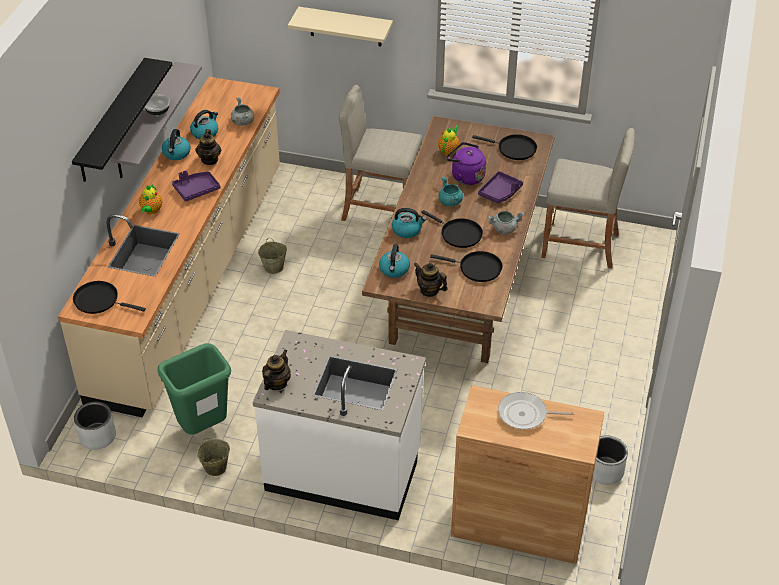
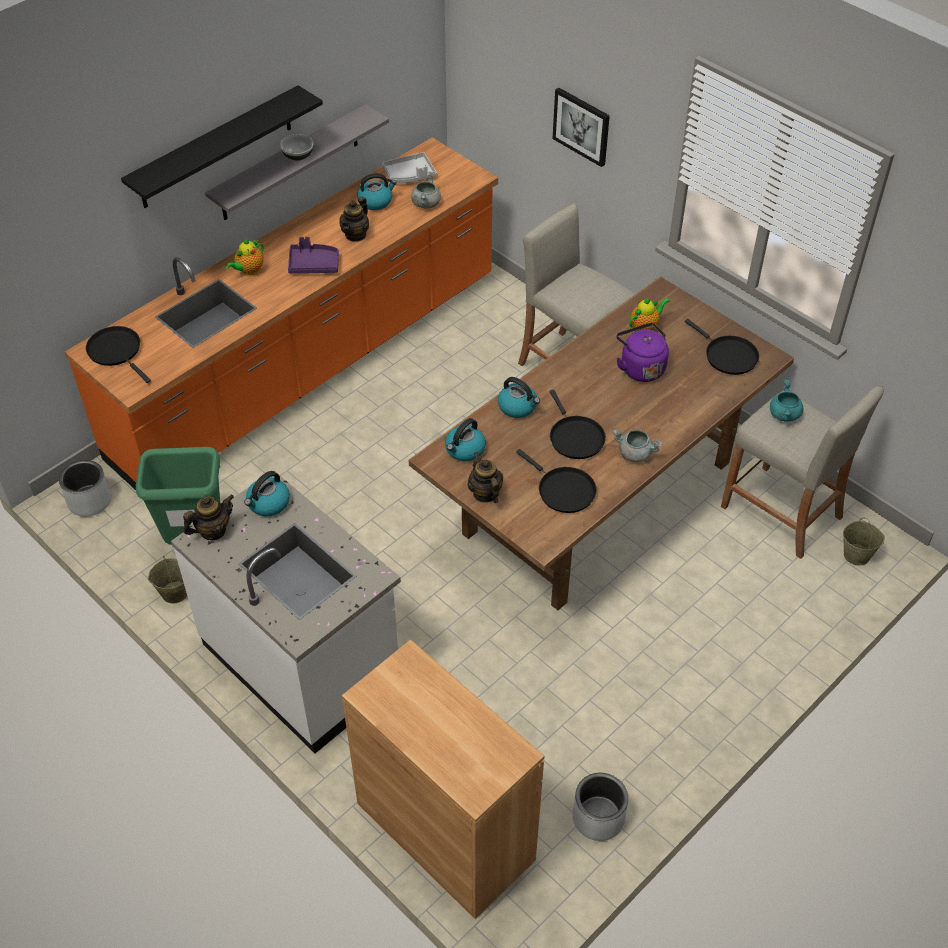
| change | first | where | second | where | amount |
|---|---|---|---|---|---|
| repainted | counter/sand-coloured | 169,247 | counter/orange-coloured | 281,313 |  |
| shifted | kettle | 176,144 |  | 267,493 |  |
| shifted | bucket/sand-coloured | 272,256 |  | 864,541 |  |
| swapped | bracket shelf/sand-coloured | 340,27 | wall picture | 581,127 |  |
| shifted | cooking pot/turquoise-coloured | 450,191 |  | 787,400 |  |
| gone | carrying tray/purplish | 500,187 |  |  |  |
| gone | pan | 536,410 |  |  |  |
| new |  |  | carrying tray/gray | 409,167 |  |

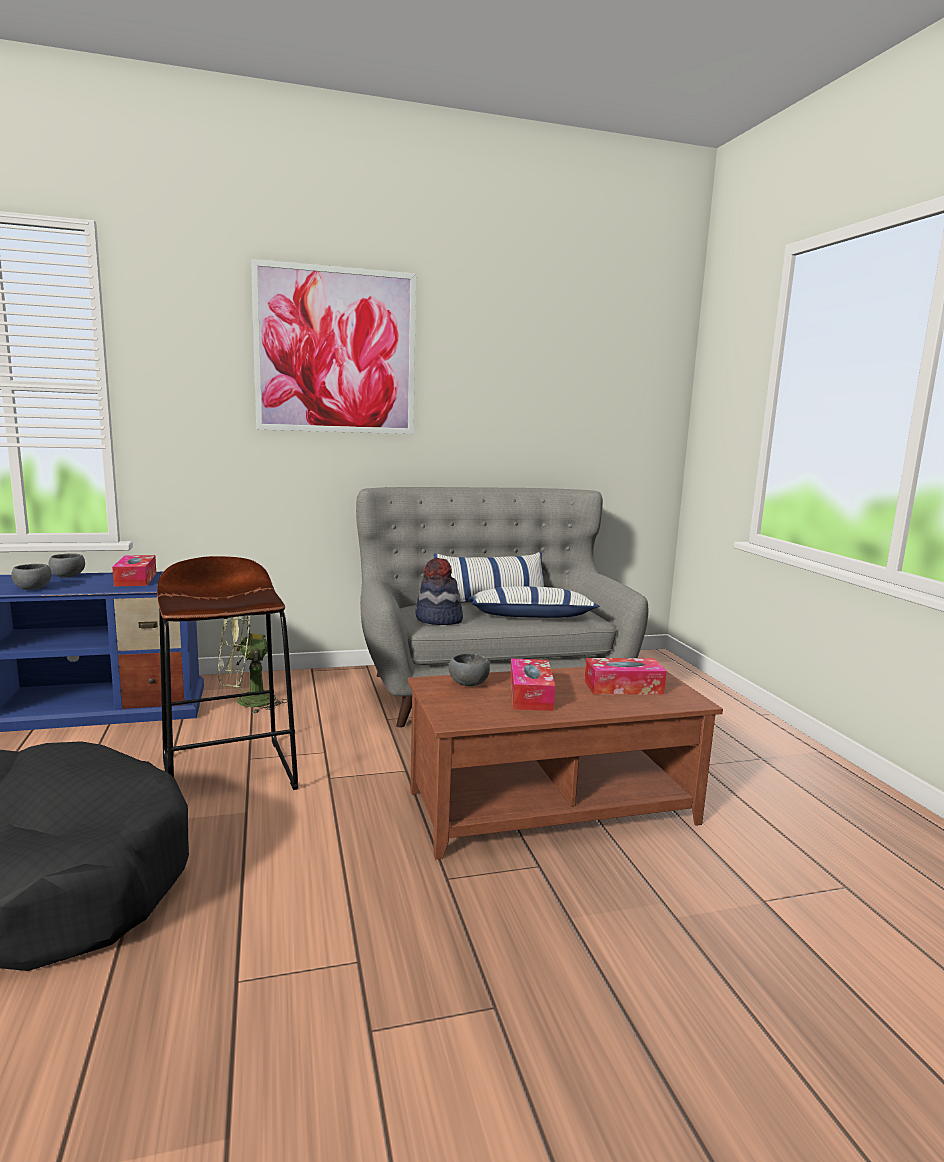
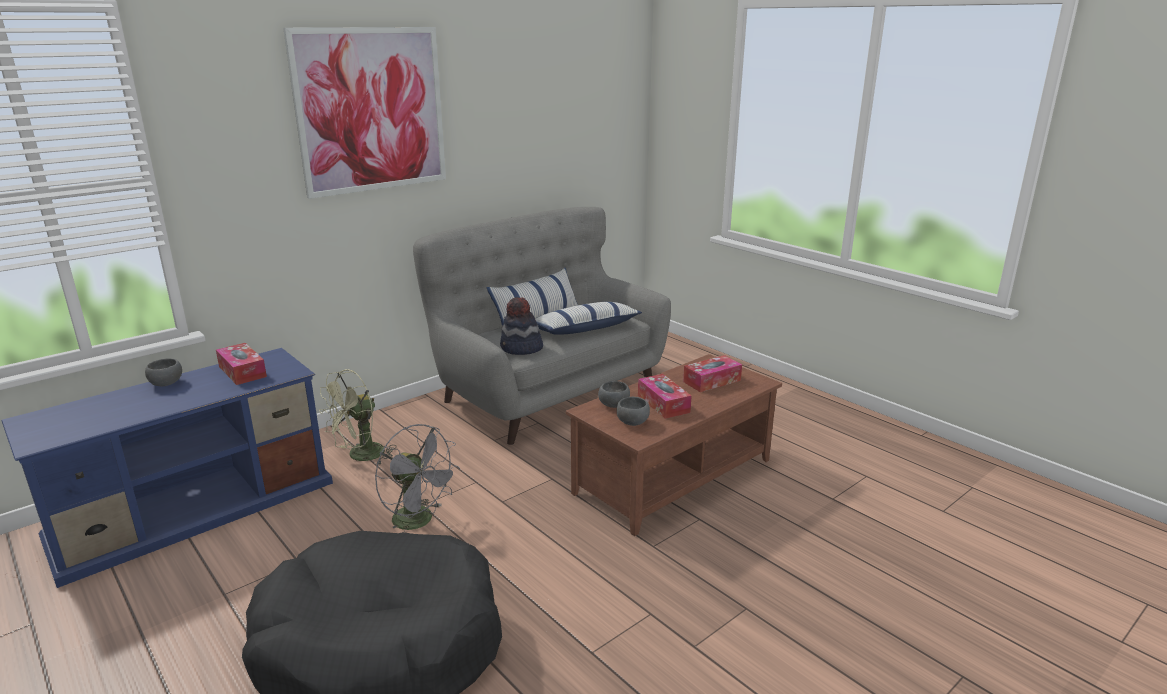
| change | first | where | second | where | amount |
|---|---|---|---|---|---|
| shifted | deep dish/gray | 31,577 |  | 633,411 |  |
| swapped | sitting stool/brown | 227,673 | fan/gray | 417,477 |  |

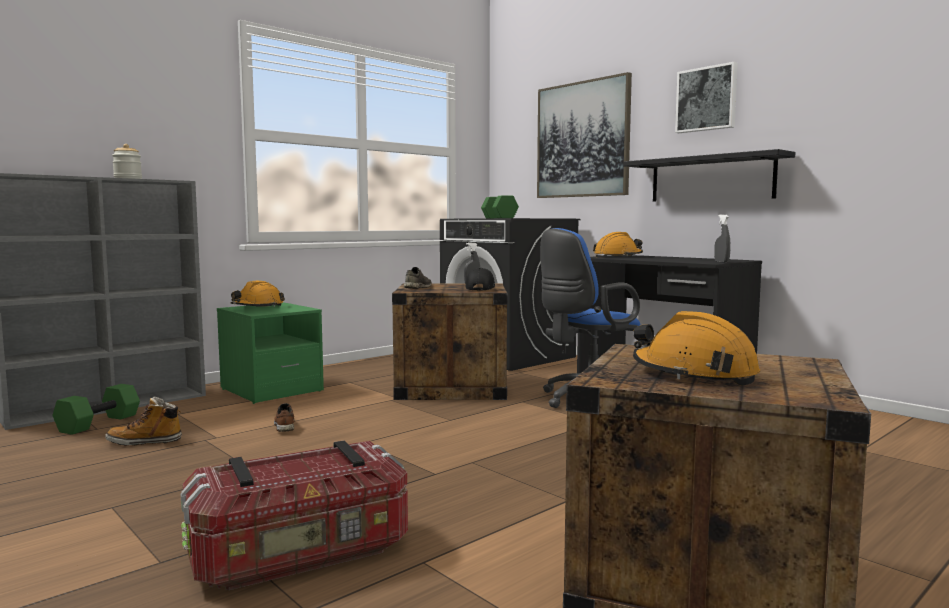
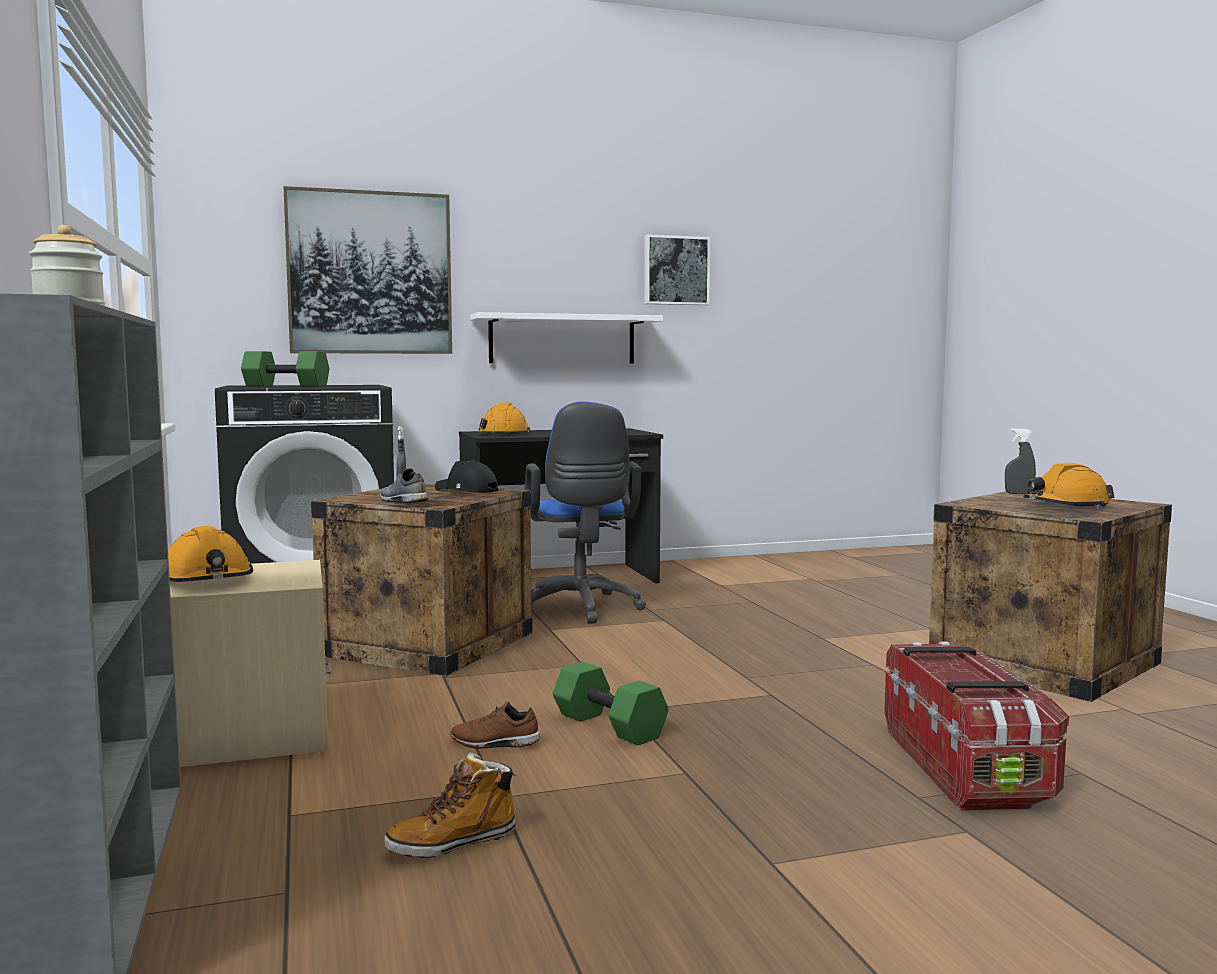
| change | first | where | second | where | amount |
|---|---|---|---|---|---|
| shifted | dumbbell/green | 96,409 |  | 611,703 |  |
| rotated | high-top boot | 143,421 |  | 450,805 | 45 degrees clockwise |
| repainted | nightstand/green | 270,353 | nightstand/sand-coloured | 250,663 |  |
| repainted | bracket shelf/black-coloured | 709,175 | bracket shelf/white-coloured | 566,338 |  |
| shifted | wall picture | 706,97 |  | 677,269 |  |
| shifted | spray bottle/gray | 722,239 |  | 1020,461 |  |

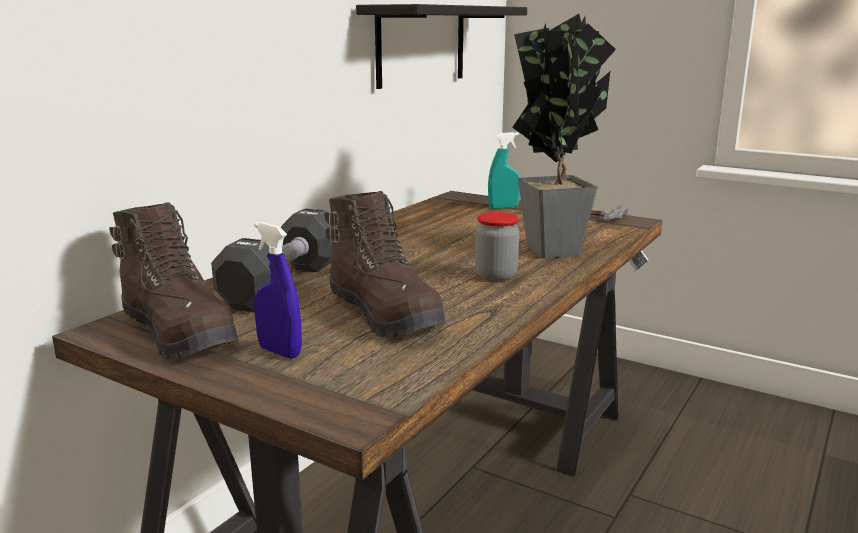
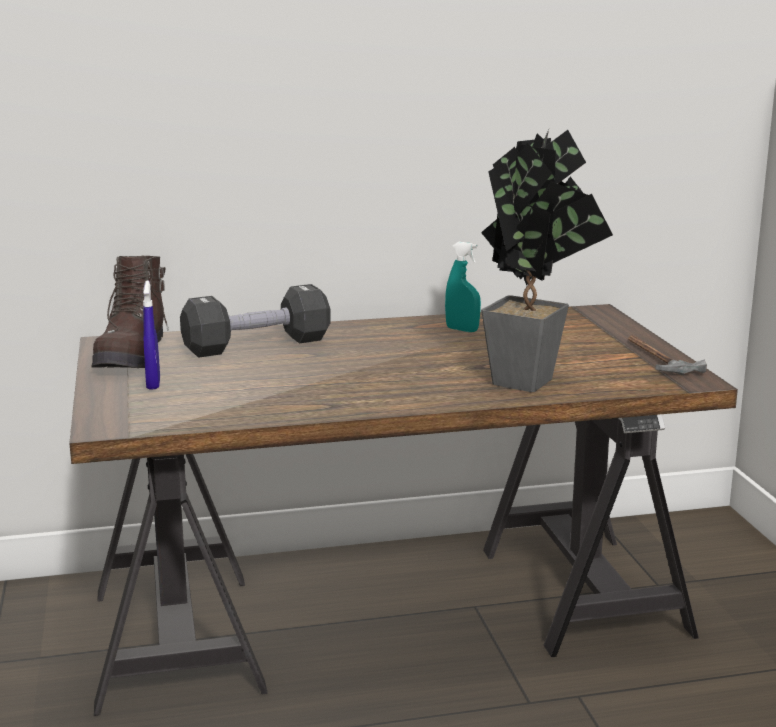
| change | first | where | second | where | amount |
|---|---|---|---|---|---|
| gone | high-top boot/brown | 385,264 |  |  |  |
| gone | bracket shelf/black-coloured | 441,46 |  |  |  |
| gone | storage jar | 497,246 |  |  |  |
| shifted | spray bottle/turquoise-coloured | 504,170 |  | 463,287 |  |

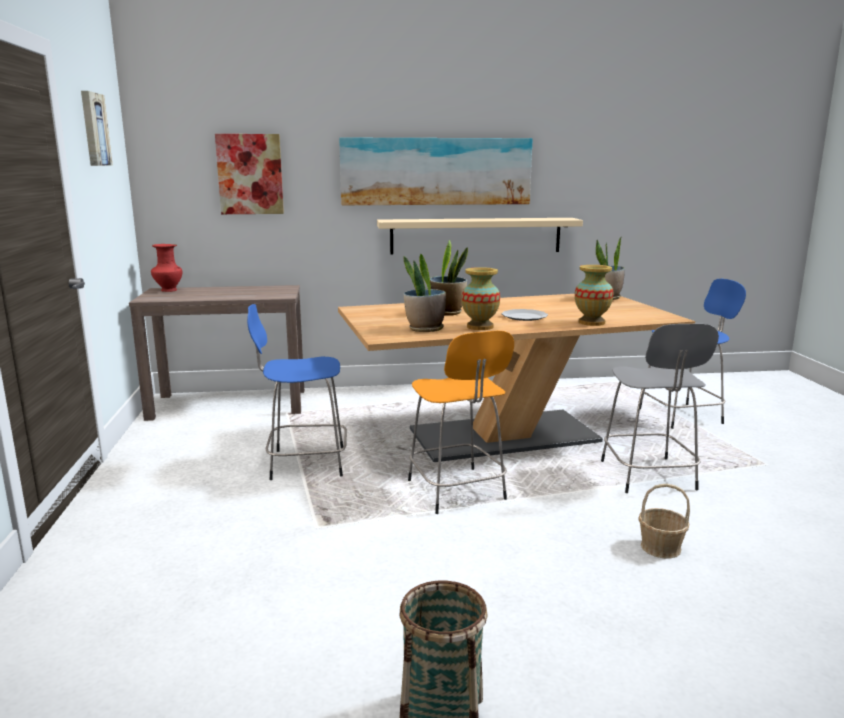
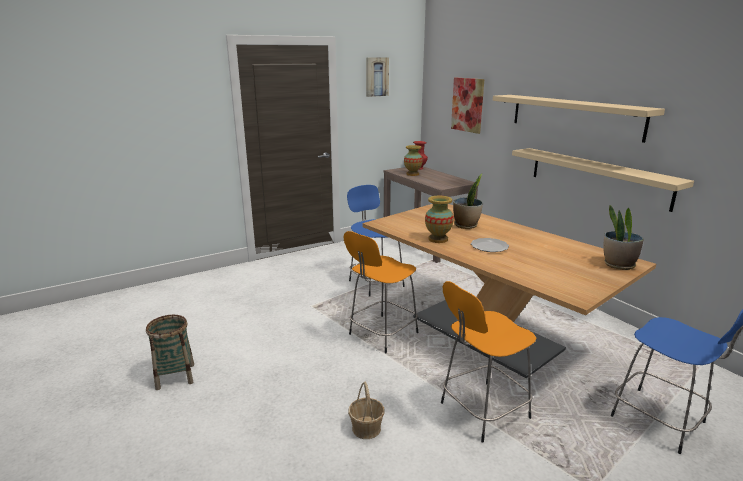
| change | first | where | second | where | amount |
|---|---|---|---|---|---|
| swapped | wall picture | 435,171 | bracket shelf/sand-coloured | 579,119 |  |
| gone | potted plant | 424,293 |  |  |  |
| shifted | vase | 594,295 |  | 413,160 |  |
| repainted | sitting stool/gray | 660,408 | sitting stool/orange-coloured | 488,362 |  |

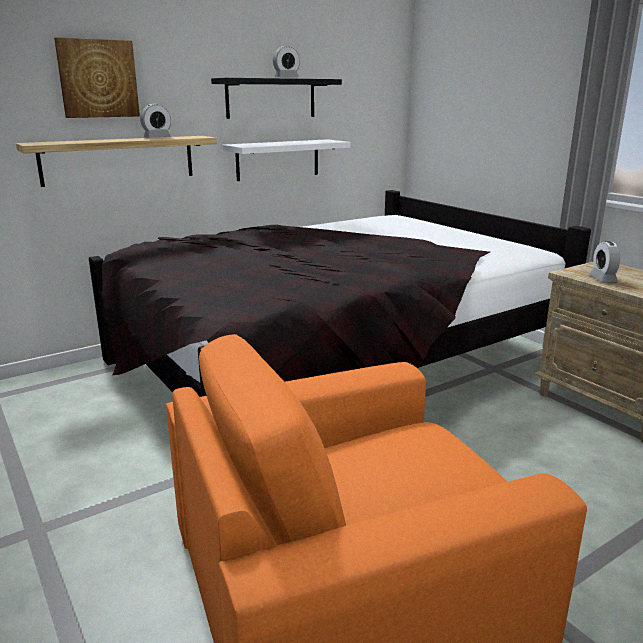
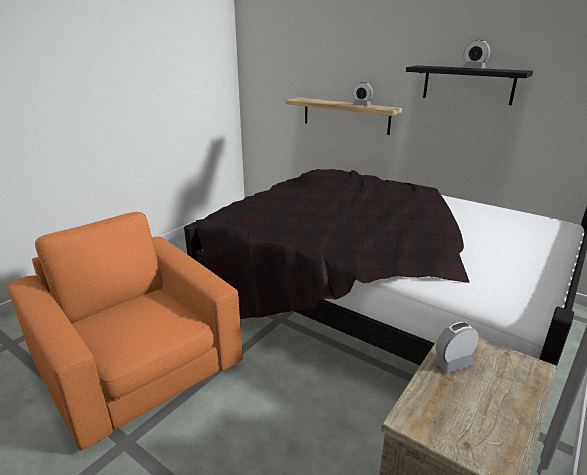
| change | first | where | second | where | amount |
|---|---|---|---|---|---|
| gone | wall picture | 97,77 |  |  |  |
| gone | bracket shelf/white-coloured | 286,160 |  |  |  |

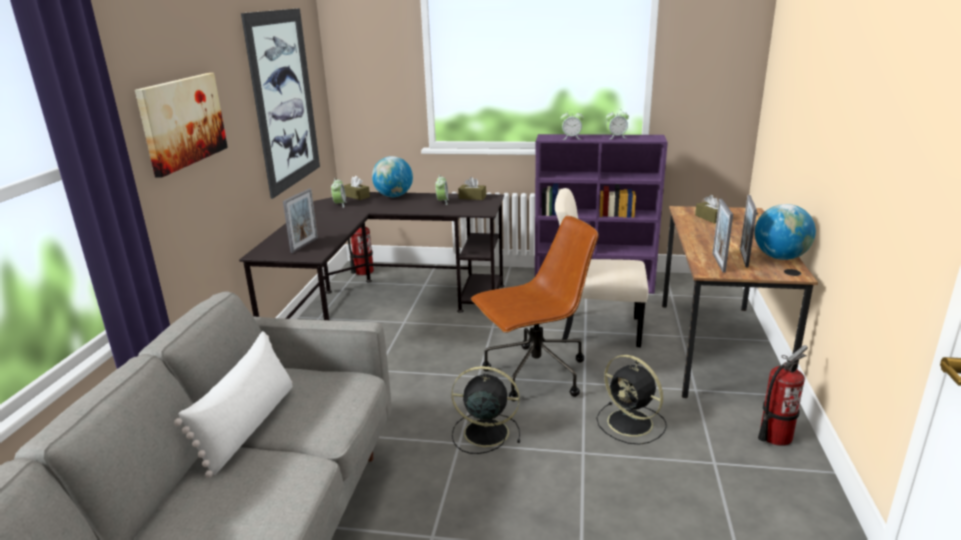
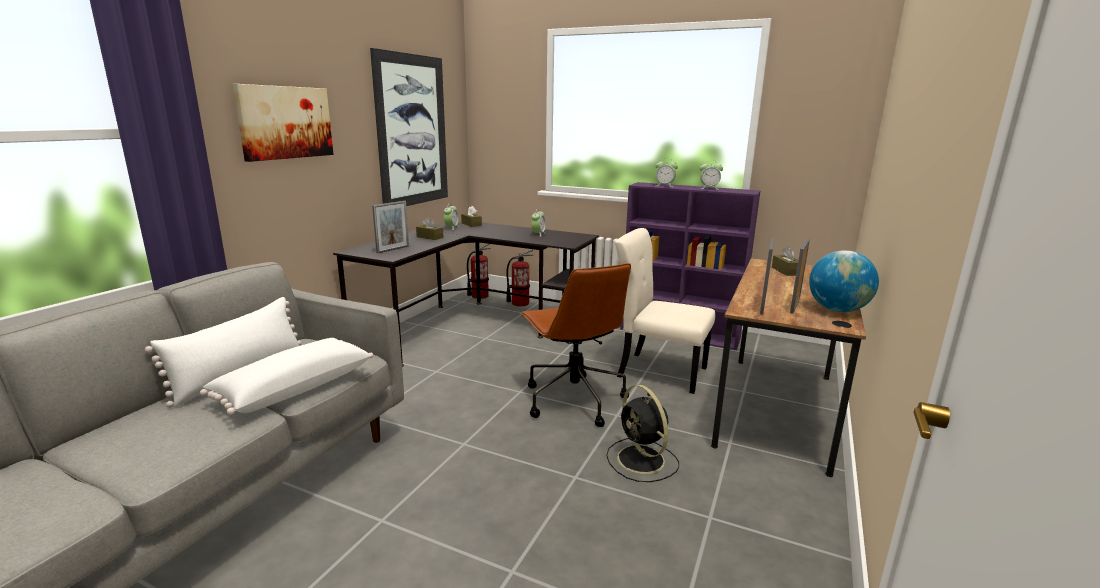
| change | first | where | second | where | amount |
|---|---|---|---|---|---|
| gone | desk globe | 392,176 |  |  |  |
| gone | fan/black-coloured | 485,410 |  |  |  |
| shifted | box of tissues/brown | 472,188 |  | 430,228 |  |
| rotated | computer chair/brown | 535,308 |  | 575,345 | 75 degrees clockwise |
| shifted | fire extinguisher | 783,395 |  | 519,277 |  |
| new |  |  | cushion/white-coloured | 287,376 |  |

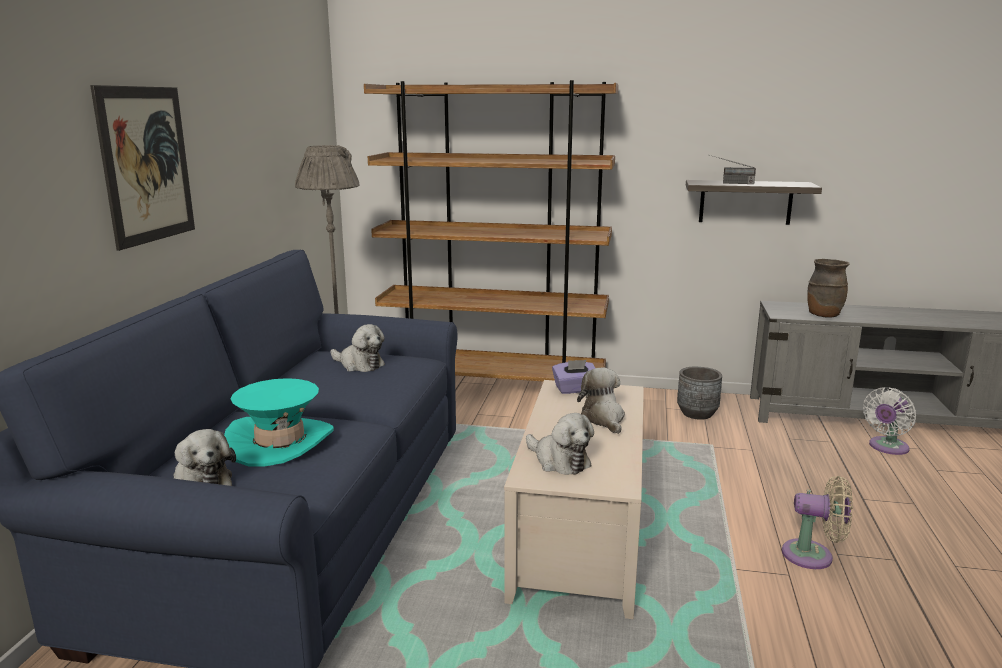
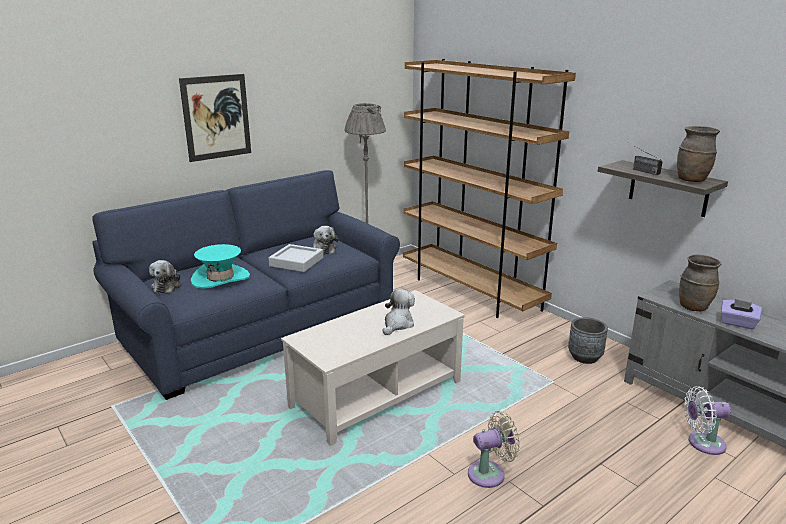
| change | first | where | second | where | amount |
|---|---|---|---|---|---|
| gone | cuddly toy | 560,444 |  |  |  |
| shifted | box of tissues/purplish | 573,377 |  | 741,314 |  |
| rotated | fan/sand-coloured | 817,522 |  | 494,449 | 75 degrees counterclockwise |
| new |  |  | carrying tray/gray | 295,258 |  |
| new |  |  | vase/brown | 698,154 |  |

